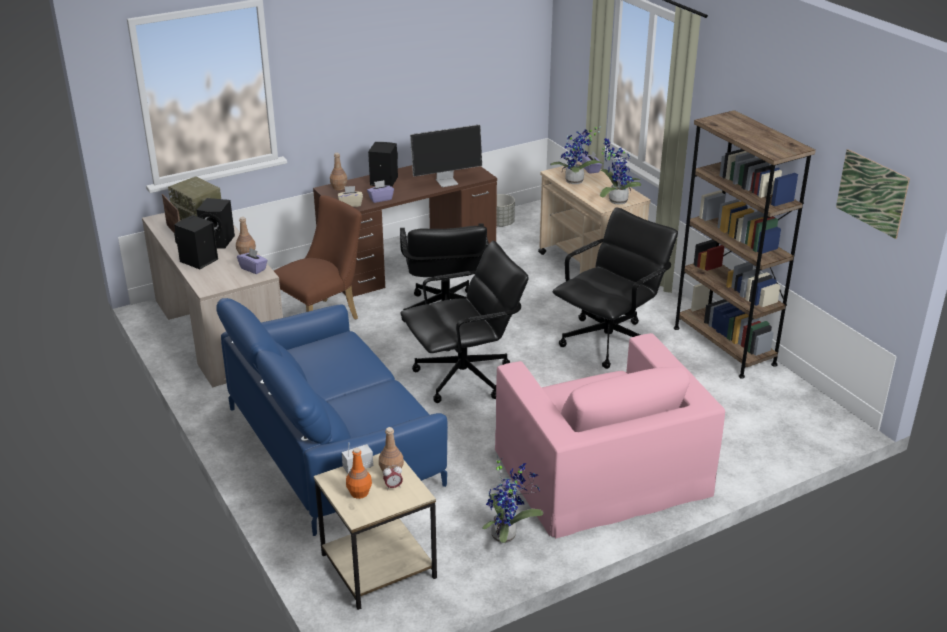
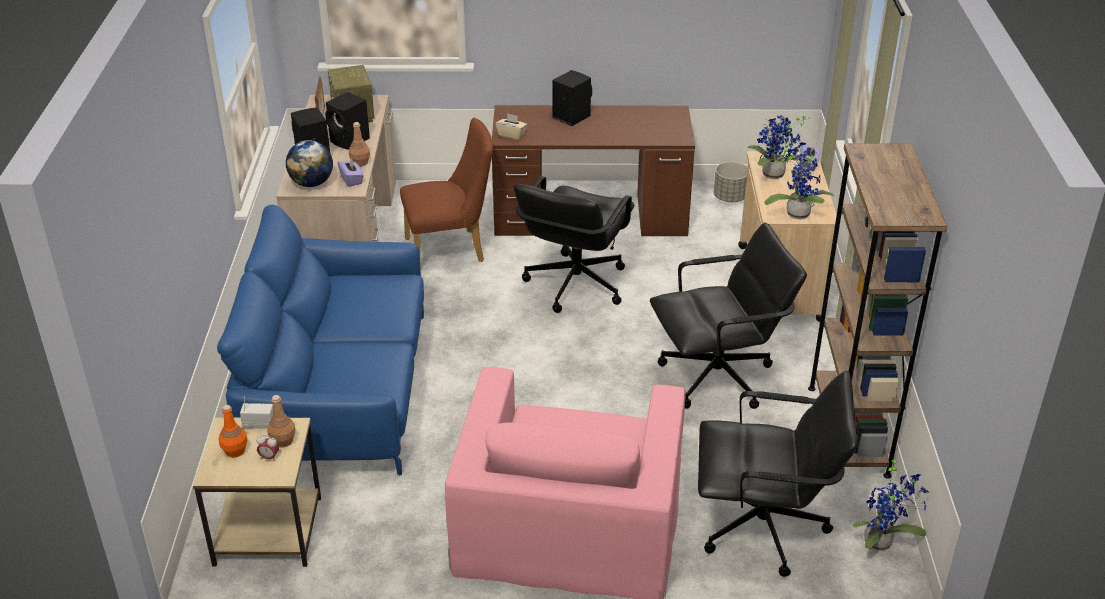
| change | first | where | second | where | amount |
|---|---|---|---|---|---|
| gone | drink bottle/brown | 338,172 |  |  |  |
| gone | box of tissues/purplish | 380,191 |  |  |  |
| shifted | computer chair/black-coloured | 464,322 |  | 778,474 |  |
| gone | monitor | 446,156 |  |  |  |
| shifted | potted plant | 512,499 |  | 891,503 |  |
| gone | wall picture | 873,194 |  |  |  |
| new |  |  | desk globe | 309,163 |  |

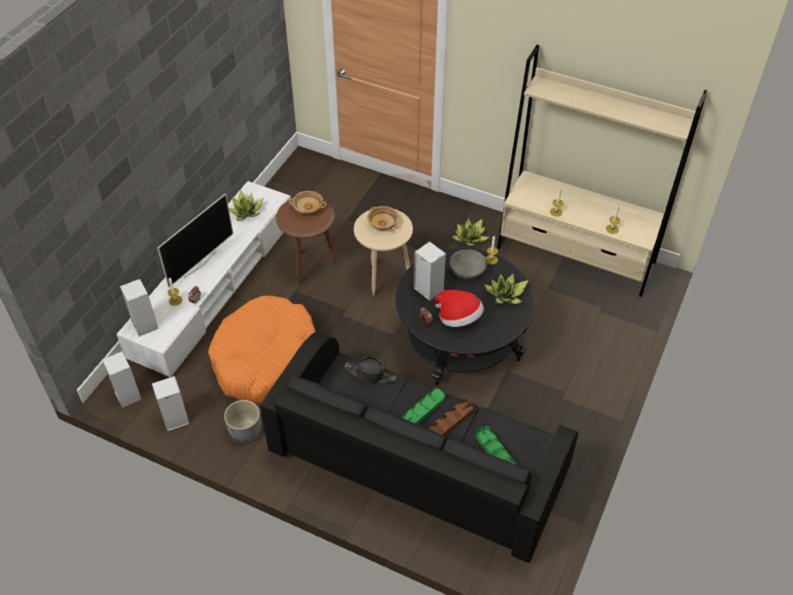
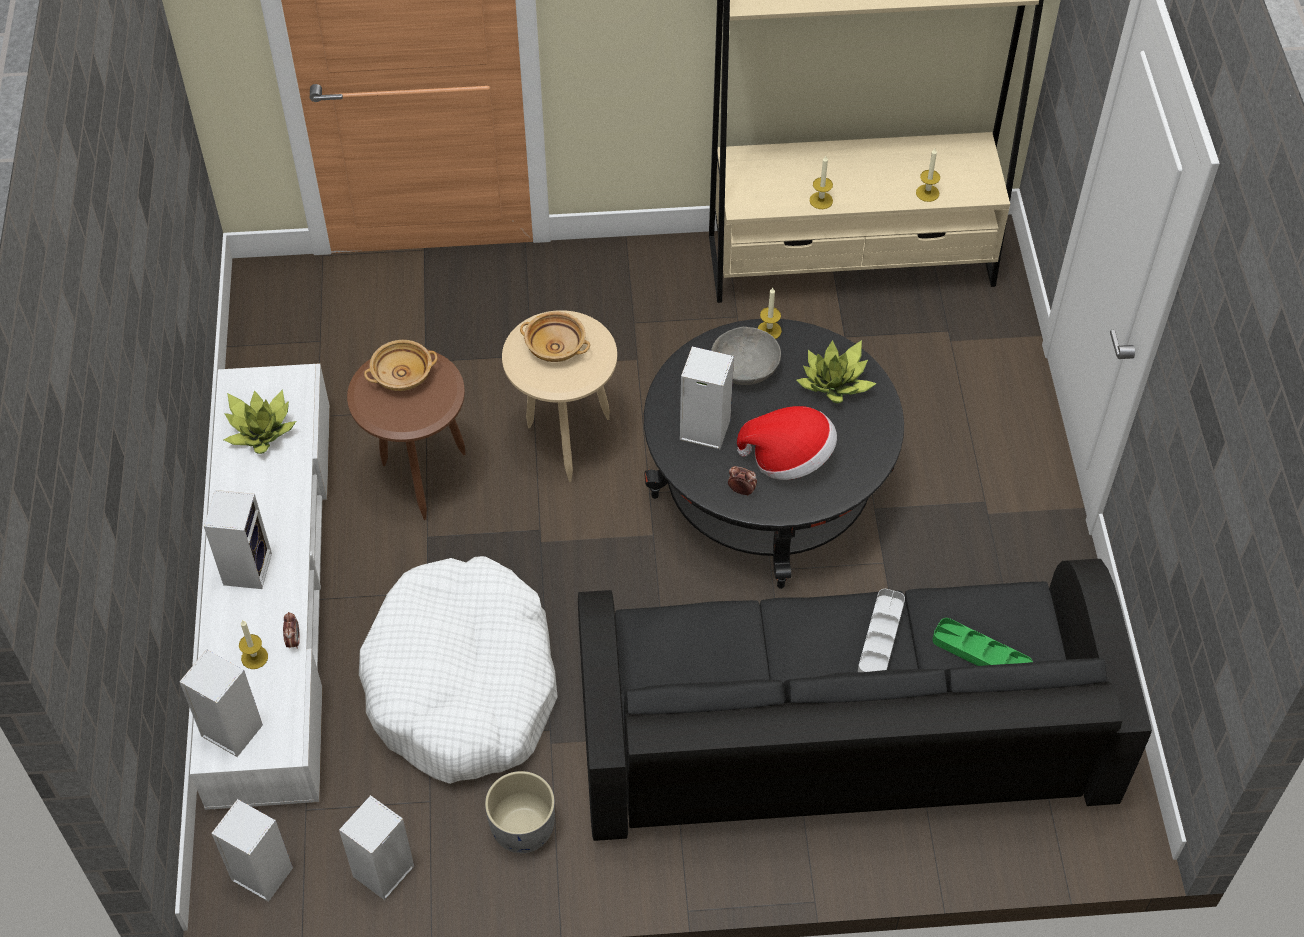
| change | first | where | second | where | amount |
|---|---|---|---|---|---|
| swapped | television | 195,240 | loudspeaker | 238,539 |  |
| repainted | dog cushion/orange-coloured | 262,349 | dog cushion/white-coloured | 458,670 |  |
| gone | hat/black-coloured | 371,370 |  |  |  |
| gone | carrying tray/green | 423,406 |  |  |  |
| repainted | carrying tray/brown | 451,417 | carrying tray/gray | 881,630 |  |
| gone | potted plant | 470,232 |  |  |  |

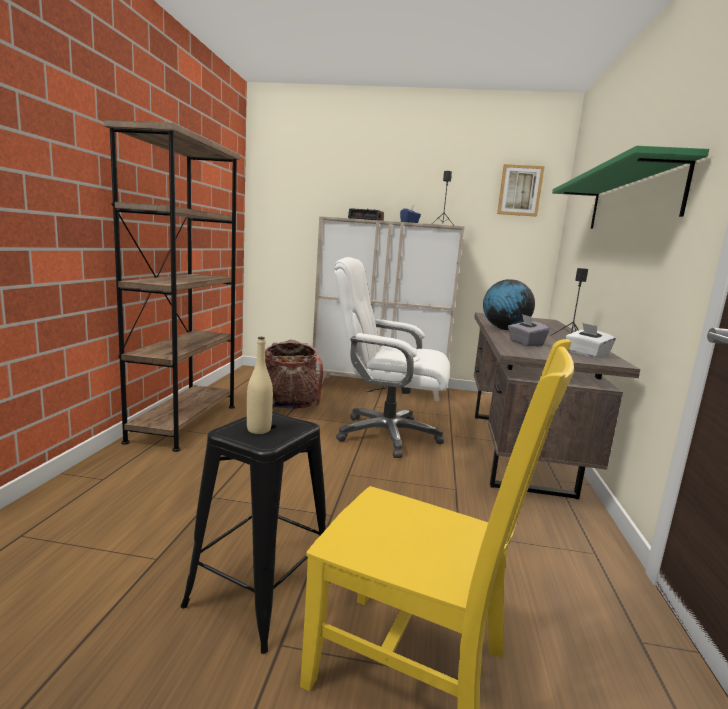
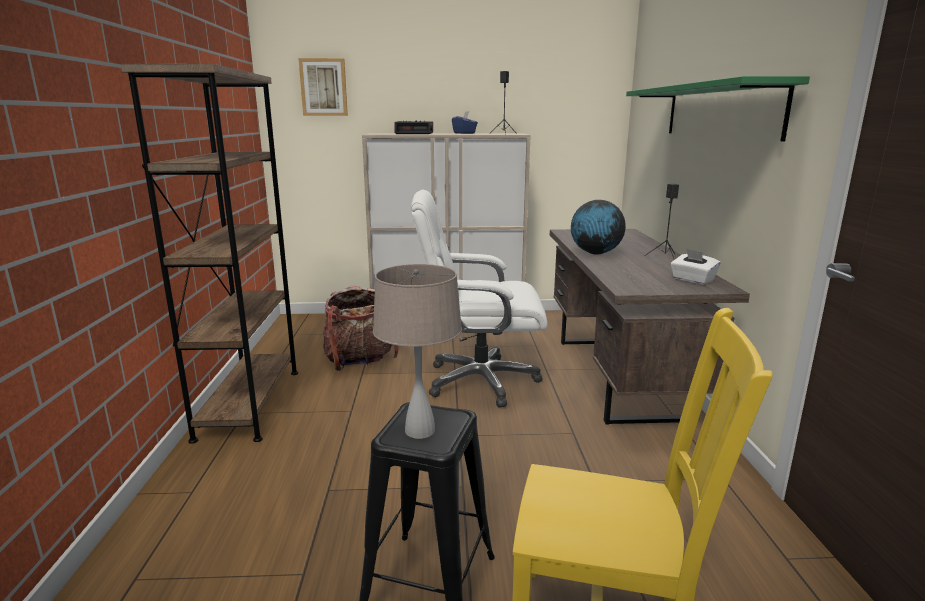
| change | first | where | second | where | amount |
|---|---|---|---|---|---|
| swapped | drink bottle/sand-coloured | 260,385 | tabletop lamp/sand-coloured | 417,351 |  |
| shifted | wall picture | 521,190 |  | 323,87 |  |
| gone | box of tissues/gray | 528,330 |  |  |  |

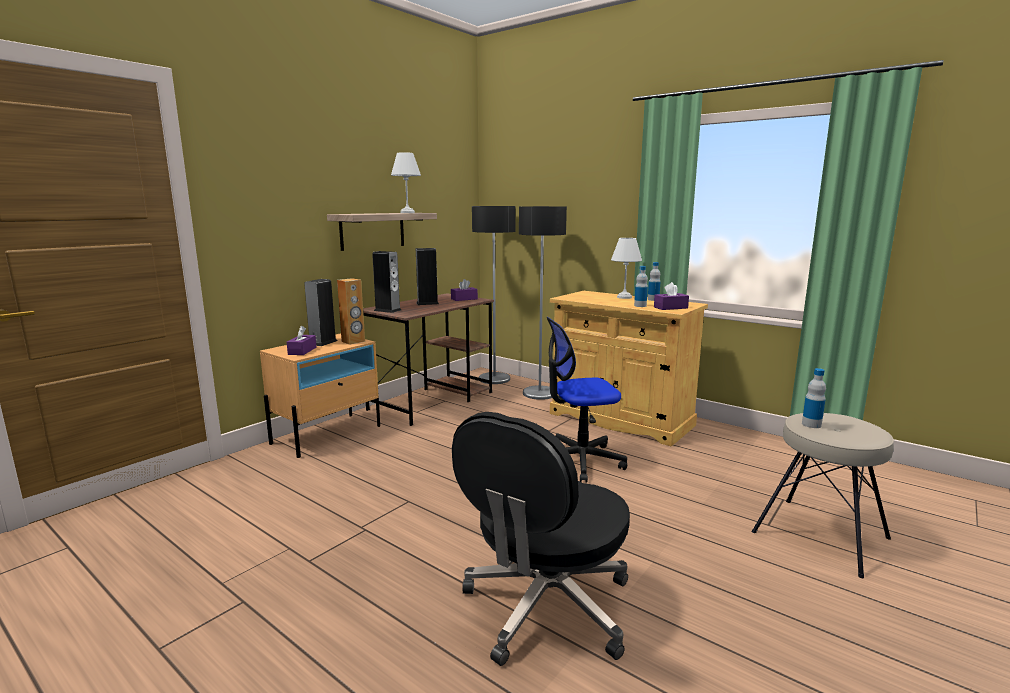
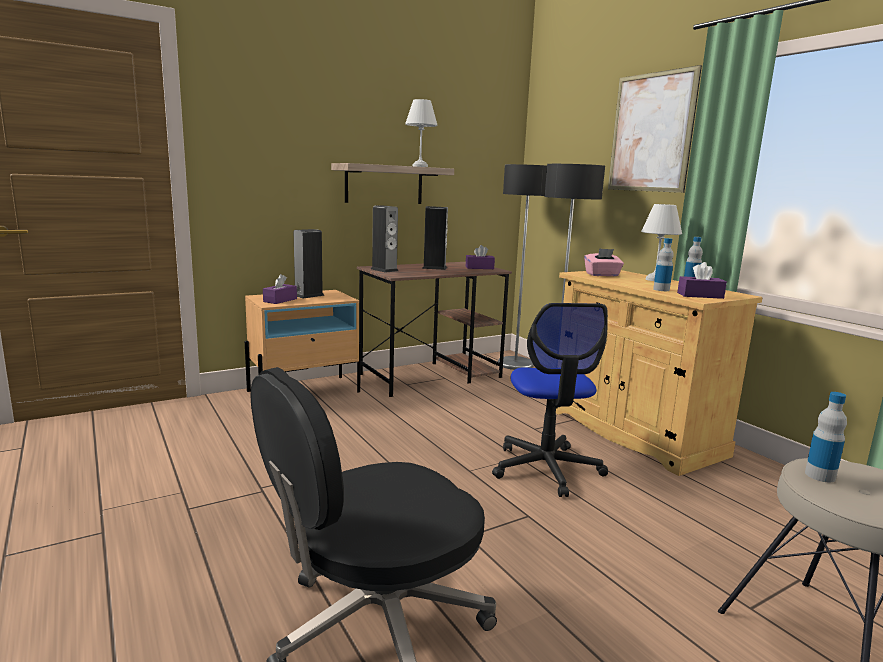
| change | first | where | second | where | amount |
|---|---|---|---|---|---|
| gone | loudspeaker/brown | 351,311 |  |  |  |
| rotated | computer chair | 587,399 |  | 550,400 | 105 degrees counterclockwise |
| new |  |  | box of tissues/pink | 604,262 |  |
| new |  |  | wall picture | 655,129 |  |

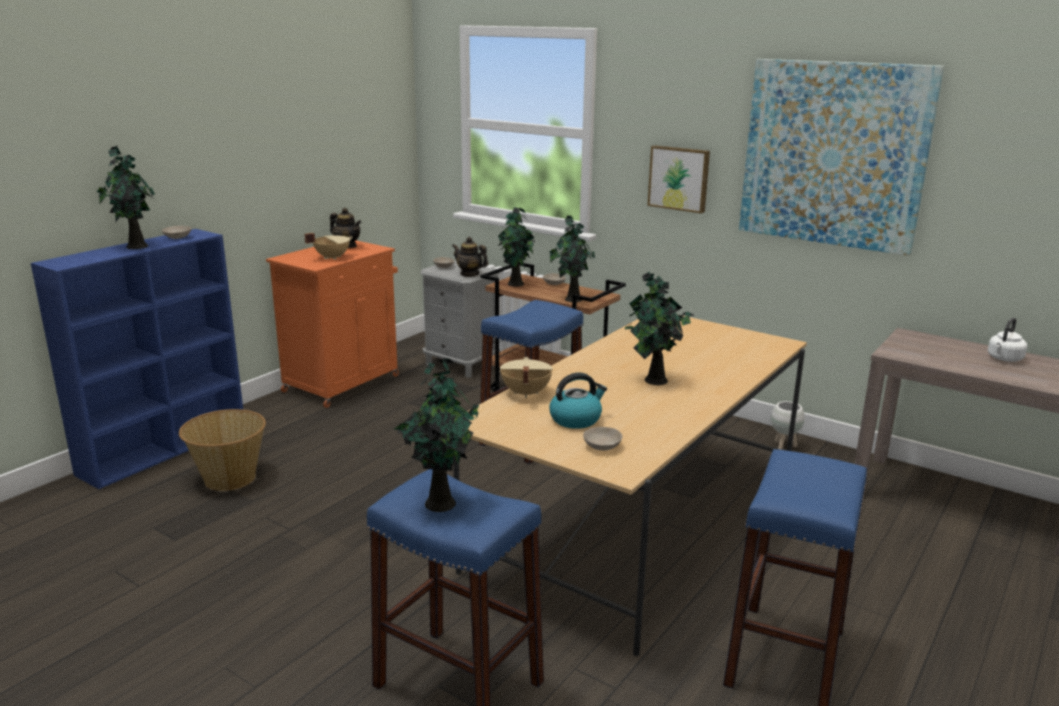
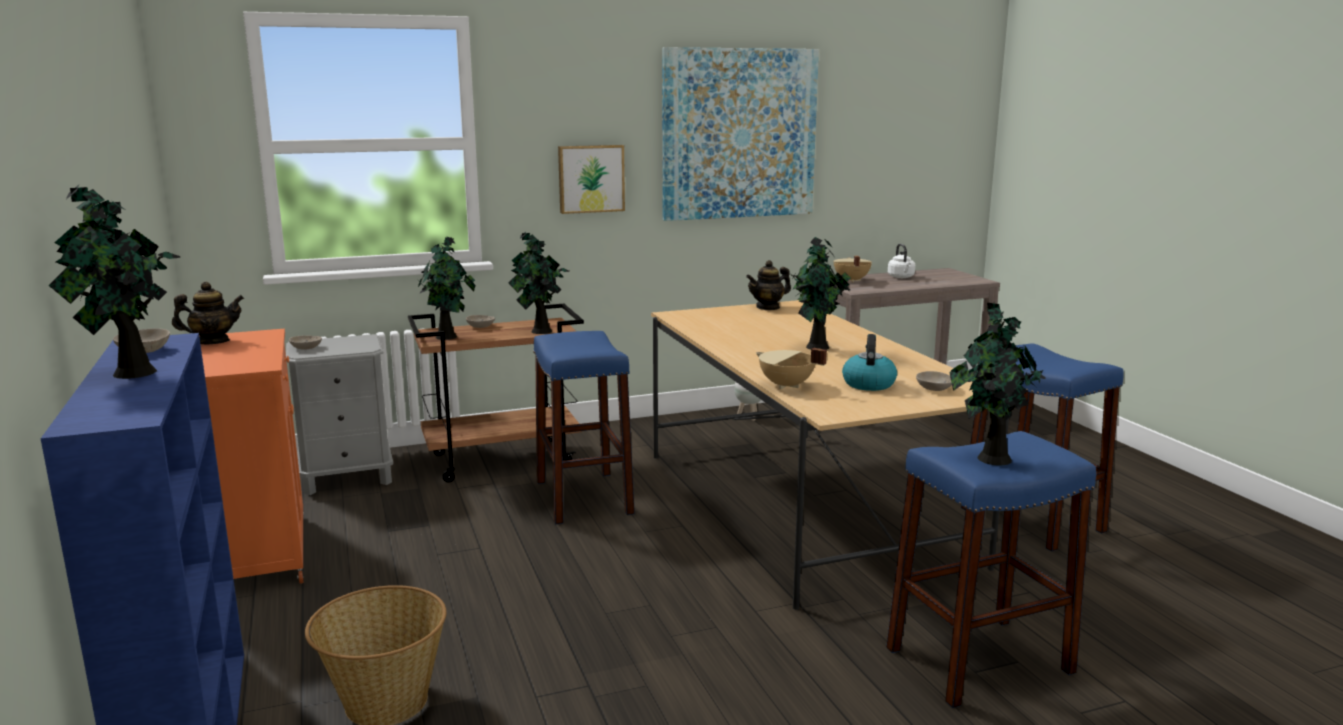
| change | first | where | second | where | amount |
|---|---|---|---|---|---|
| shifted | cooking pot/sand-coloured | 328,246 |  | 852,269 |  |
| shifted | teapot | 470,257 |  | 768,285 |  |

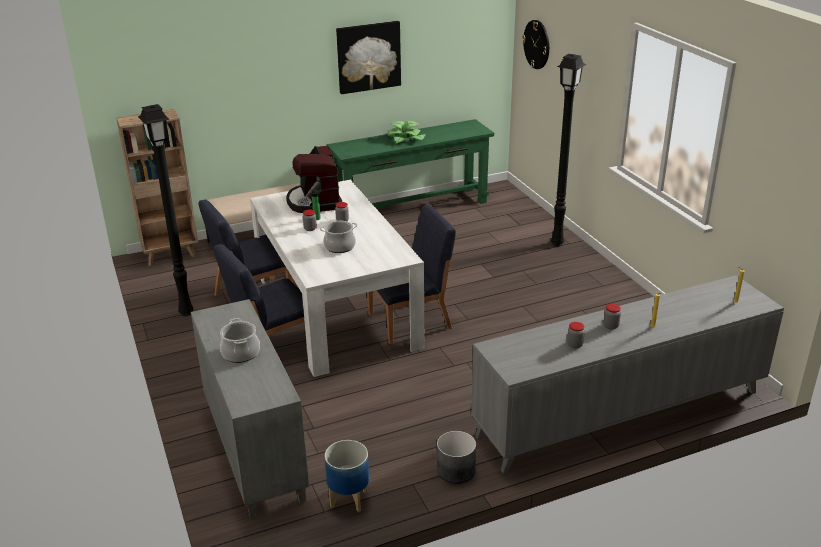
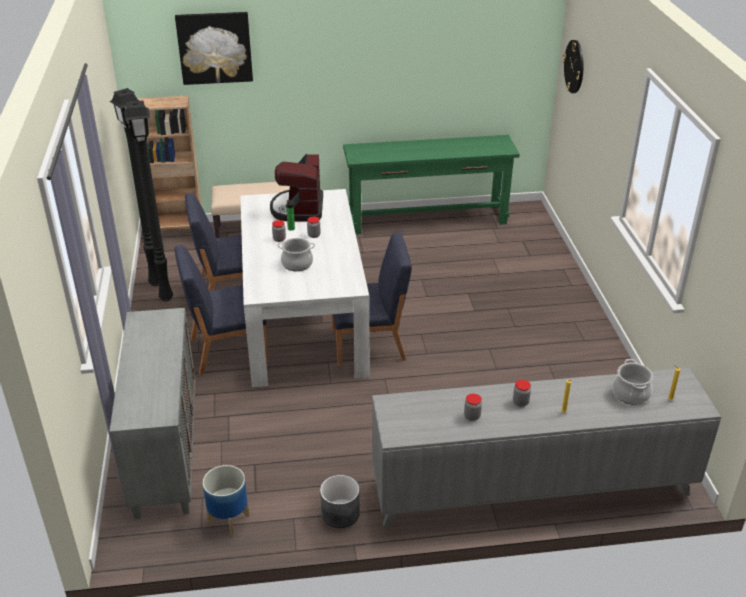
| change | first | where | second | where | amount |
|---|---|---|---|---|---|
| shifted | cooking pot | 240,340 |  | 632,382 |  |
| shifted | wall picture | 368,57 |  | 214,48 |  |
| gone | potted plant | 406,132 |  |  |  |
| shifted | standard lamp/black-coloured | 568,150 |  | 134,187 |  |

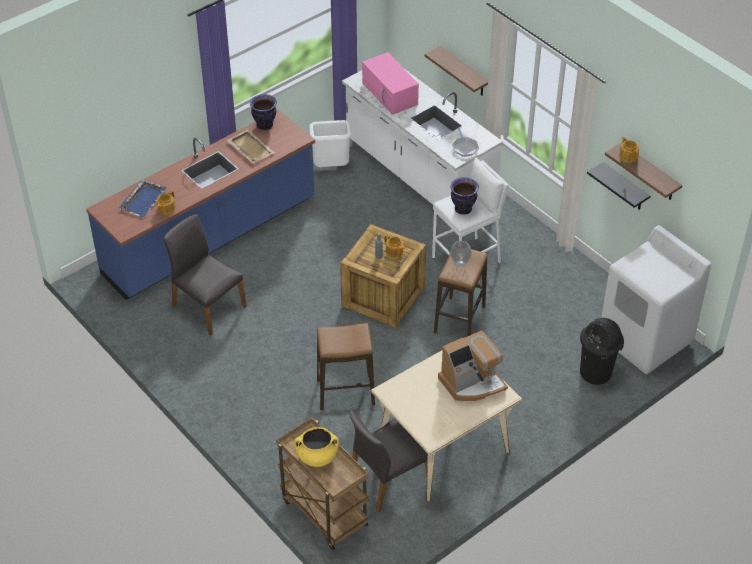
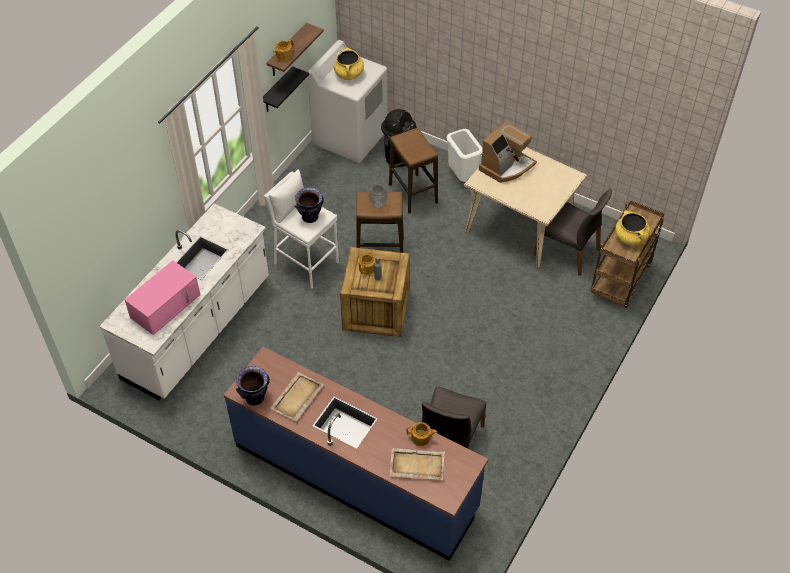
| change | first | where | second | where | amount |
|---|---|---|---|---|---|
| repainted | carrying tray/bluish | 143,199 | carrying tray/sand-coloured | 417,464 |  |
| shifted | waste bin/white-coloured | 330,143 |  | 465,155 |  |
| shifted | sitting stool | 346,366 |  | 413,171 |  |
| gone | bracket shelf | 456,71 |  |  |  |
| rotated | coffee maker | 473,365 |  | 508,152 | 90 degrees clockwise |
| gone | pan | 465,142 |  |  |  |
| new |  |  | cooking pot/yellowish | 349,63 |  |

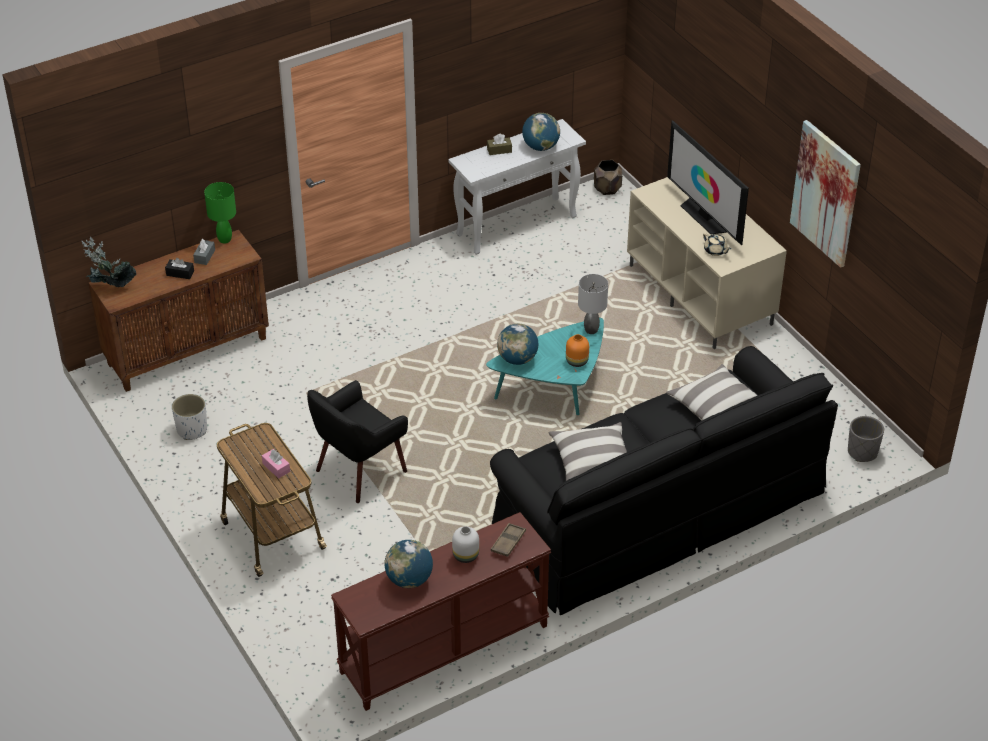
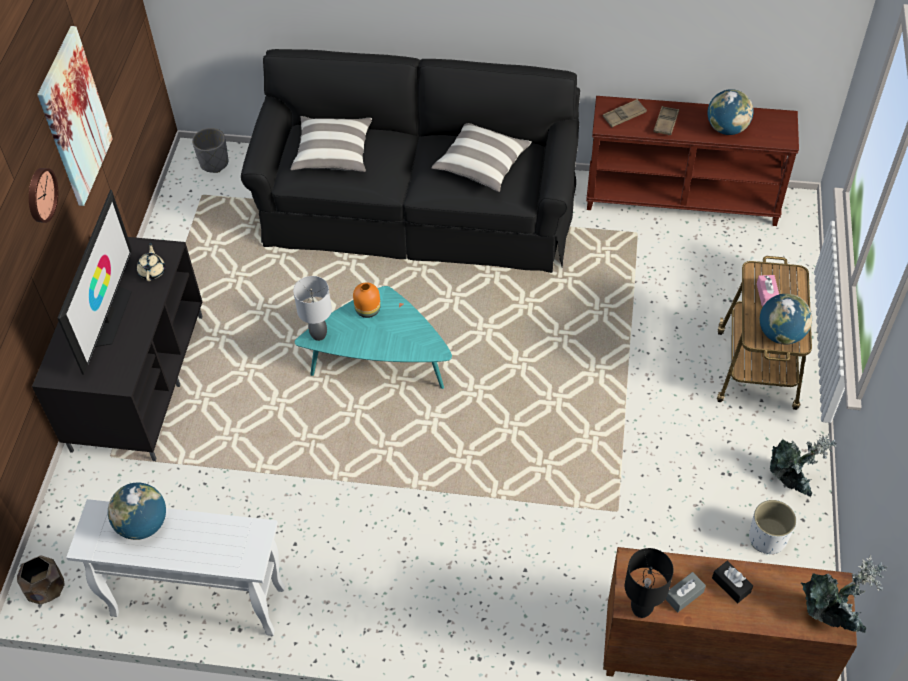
| change | first | where | second | where | amount |
|---|---|---|---|---|---|
| repainted | tabletop lamp/green | 220,213 | tabletop lamp/black-coloured | 649,583 |  |
| gone | armchair/black-coloured | 357,441 |  |  |  |
| swapped | vase/white-coloured | 465,544 | carrying tray/brown | 666,120 |  |
| gone | box of tissues/brown | 499,144 |  |  |  |
| shifted | desk globe | 517,344 |  | 786,319 |  |
| repainted | tv stand/sand-coloured | 707,263 | tv stand/black-coloured | 117,349 |  |
| new |  |  | hanging clock | 43,195 |  |
| new |  |  | potted plant | 803,465 |  |

